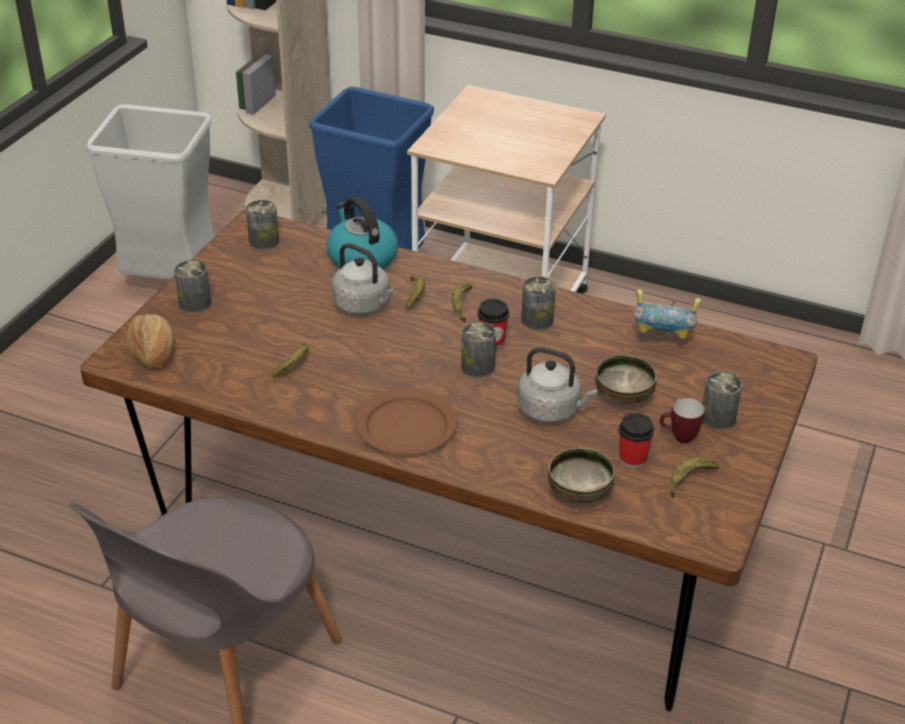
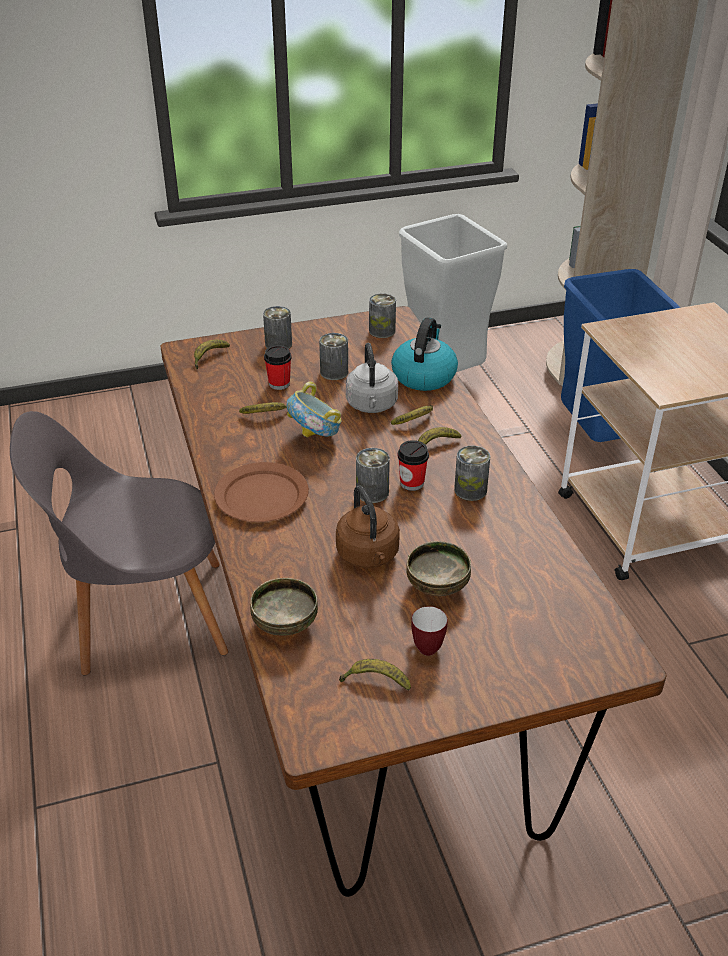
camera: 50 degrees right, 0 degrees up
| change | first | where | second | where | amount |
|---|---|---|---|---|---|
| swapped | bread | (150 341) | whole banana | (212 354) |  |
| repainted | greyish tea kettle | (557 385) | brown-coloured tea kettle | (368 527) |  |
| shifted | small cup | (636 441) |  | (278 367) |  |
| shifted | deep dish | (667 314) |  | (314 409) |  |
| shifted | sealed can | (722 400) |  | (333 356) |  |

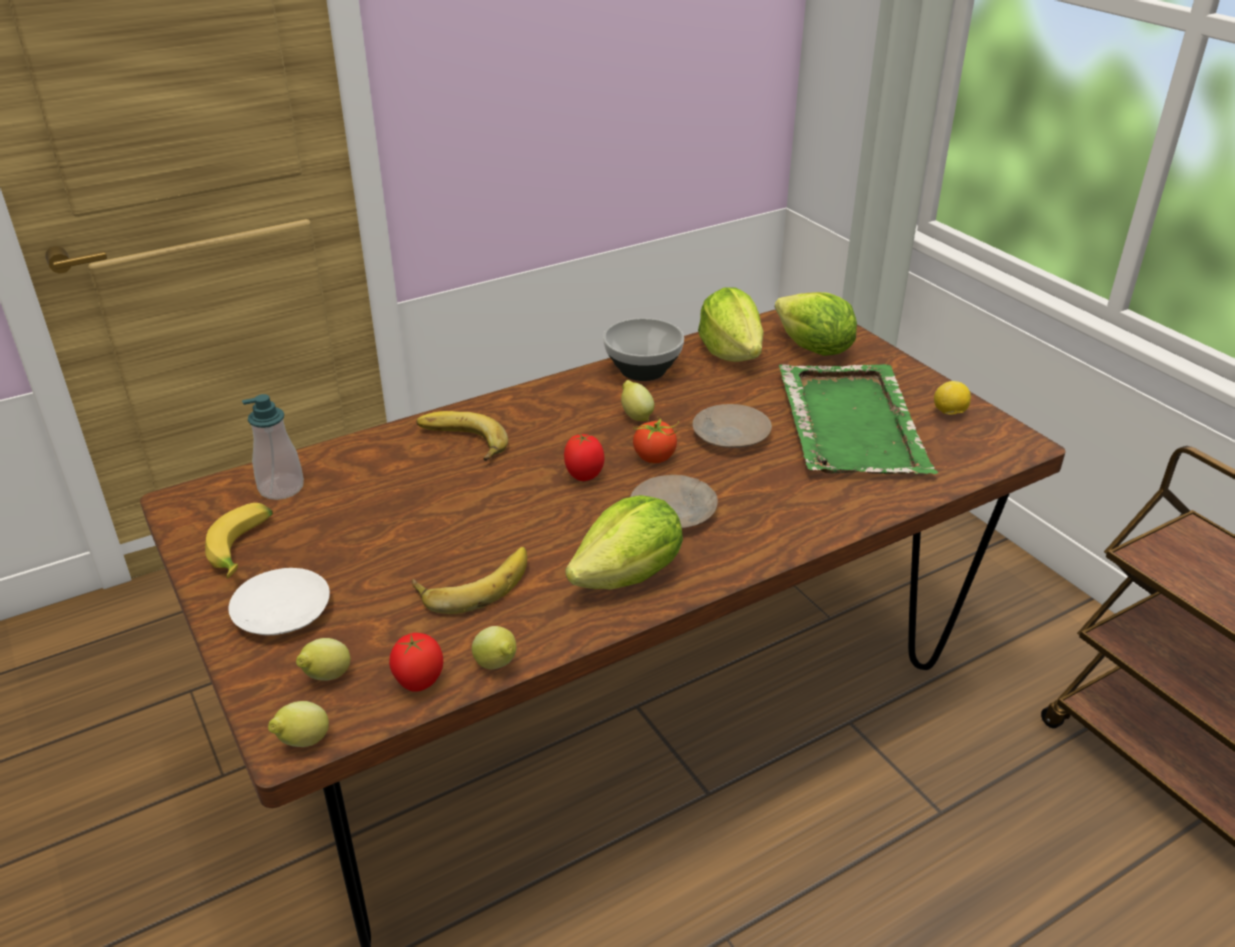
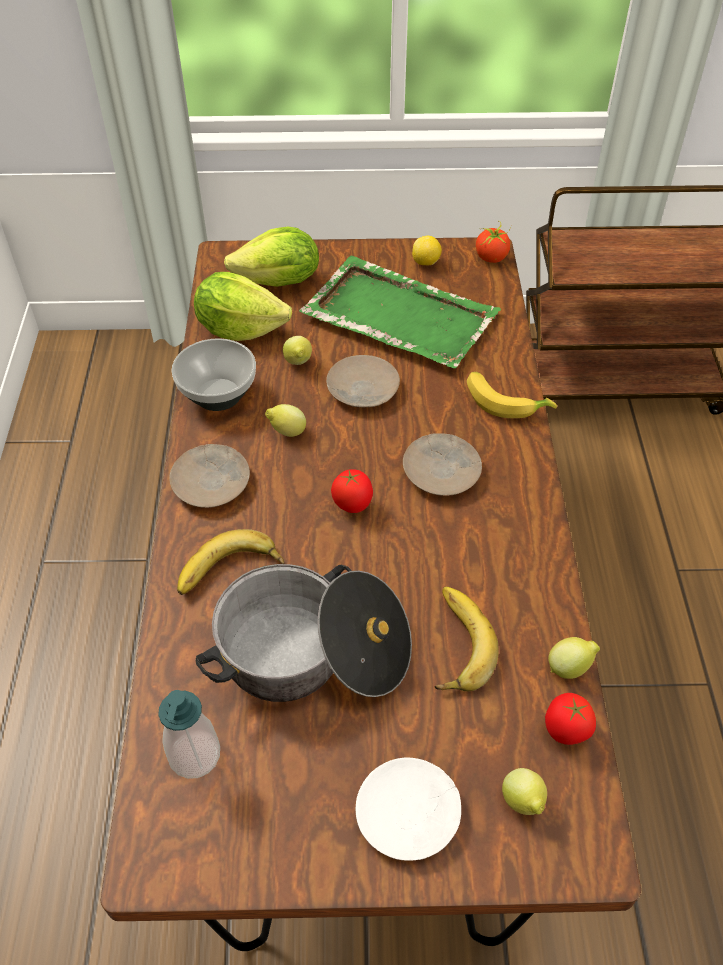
camera: 60 degrees left, 15 degrees up
| change | first | where | second | where | amount |
|---|---|---|---|---|---|
| shifted | whole banana | (239 541) |  | (512 395) |  |
| shifted | citrus fruit | (298 724) |  | (297 350) |  |
| gone | head of lettuce | (624 542) |  |  |  |
| shifted | tomato | (656 440) |  | (494 242) |  |
| new |  |  | beige-coloured flat dish | (209 476) |  |
| new |  |  | cooking pot | (304 633) |  |

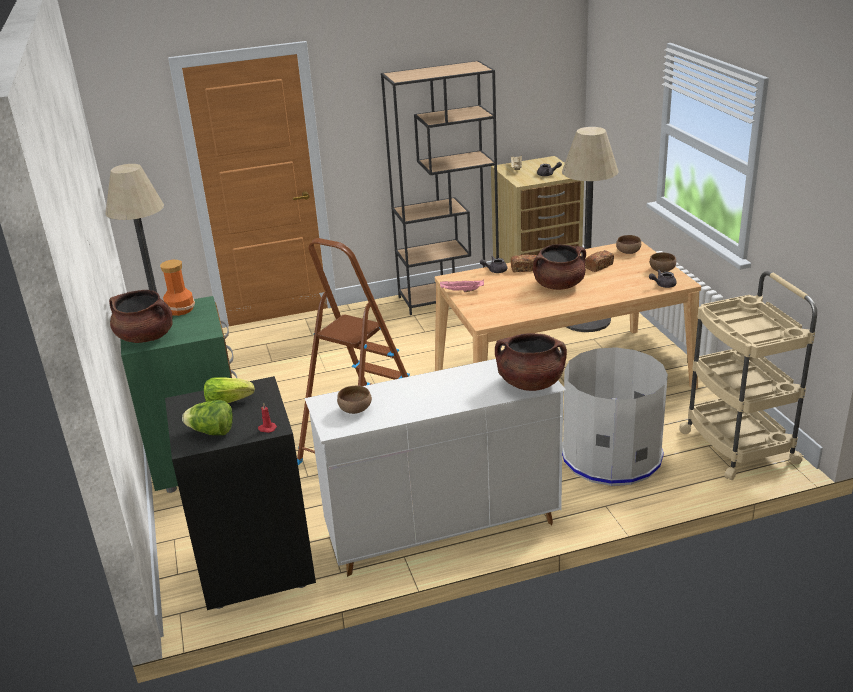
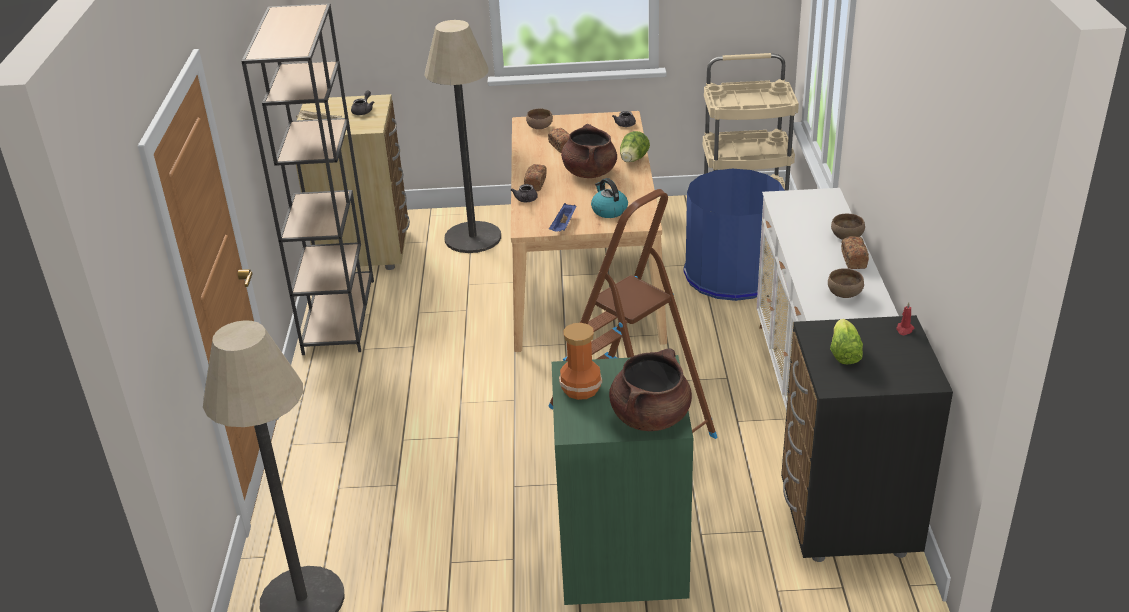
camera: 75 degrees left, 5 degrees up
| change | first | where | second | where | amount |
|---|---|---|---|---|---|
| shifted | head of lettuce | (207 417) |  | (635 146) |  |
| repainted | pink tray | (462 286) | blue tray | (562 217) |  |
| gone | brown-coloured cooking pot | (531 362) |  |  |  |
| repainted | greyish waste bin | (615 416) | blue waste bin | (734 235) |  |
| shifted | brown-coloured deep dish | (663 262) |  | (848 227) |  |
| new |  |  | tea kettle | (609 198) |  |
| new |  |  | bread | (855 252) |  |

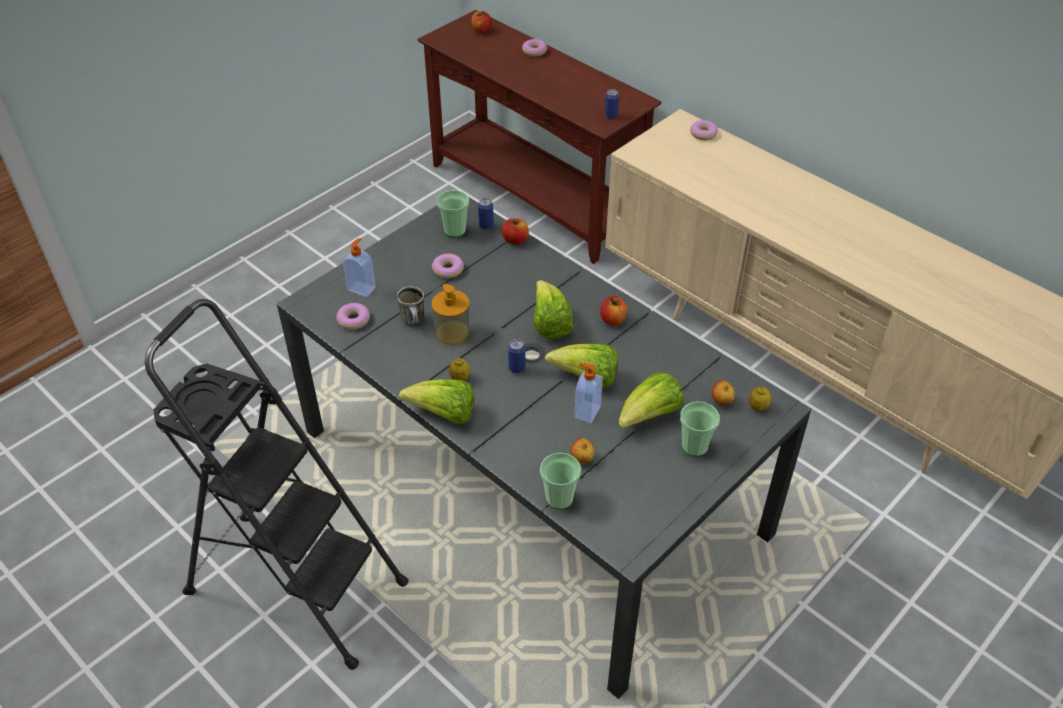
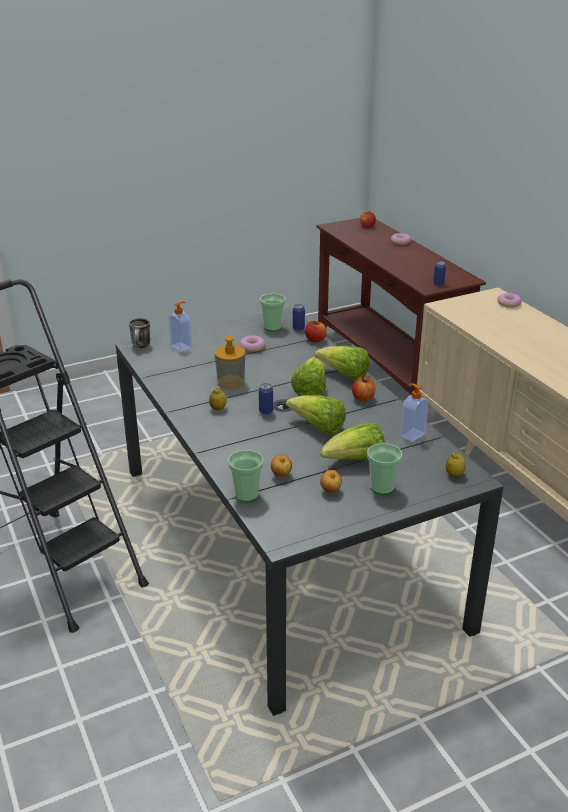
camera: 20 degrees right, 15 degrees down
| change | first | where | second | where | amount |
|---|---|---|---|---|---|
| gone | donut | (353 316) |  |  |  |
| shifted | coffee mug | (410 305) |  | (139 333) |  |
| shifted | head of lettuce | (436 401) |  | (342 363) |  |
| shifted | soap bottle | (588 393) |  | (414 412) |  |
| shifted | apple fruit | (723 393) |  | (331 481) |  |

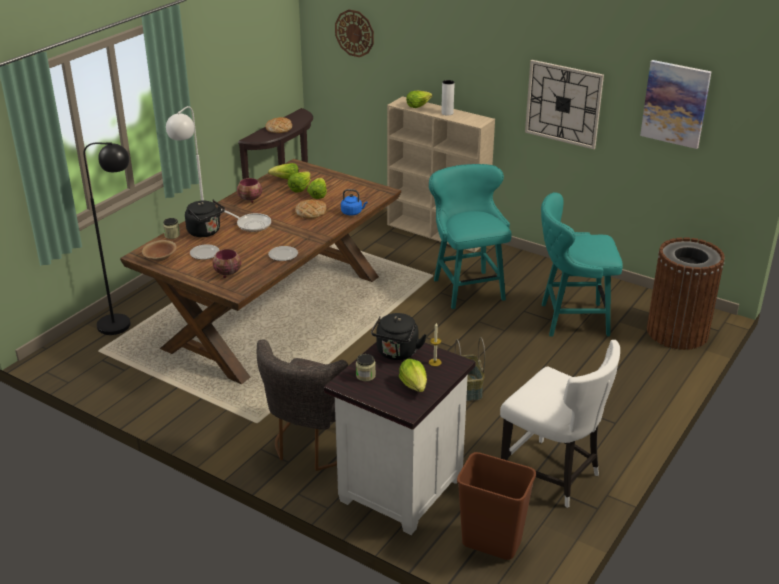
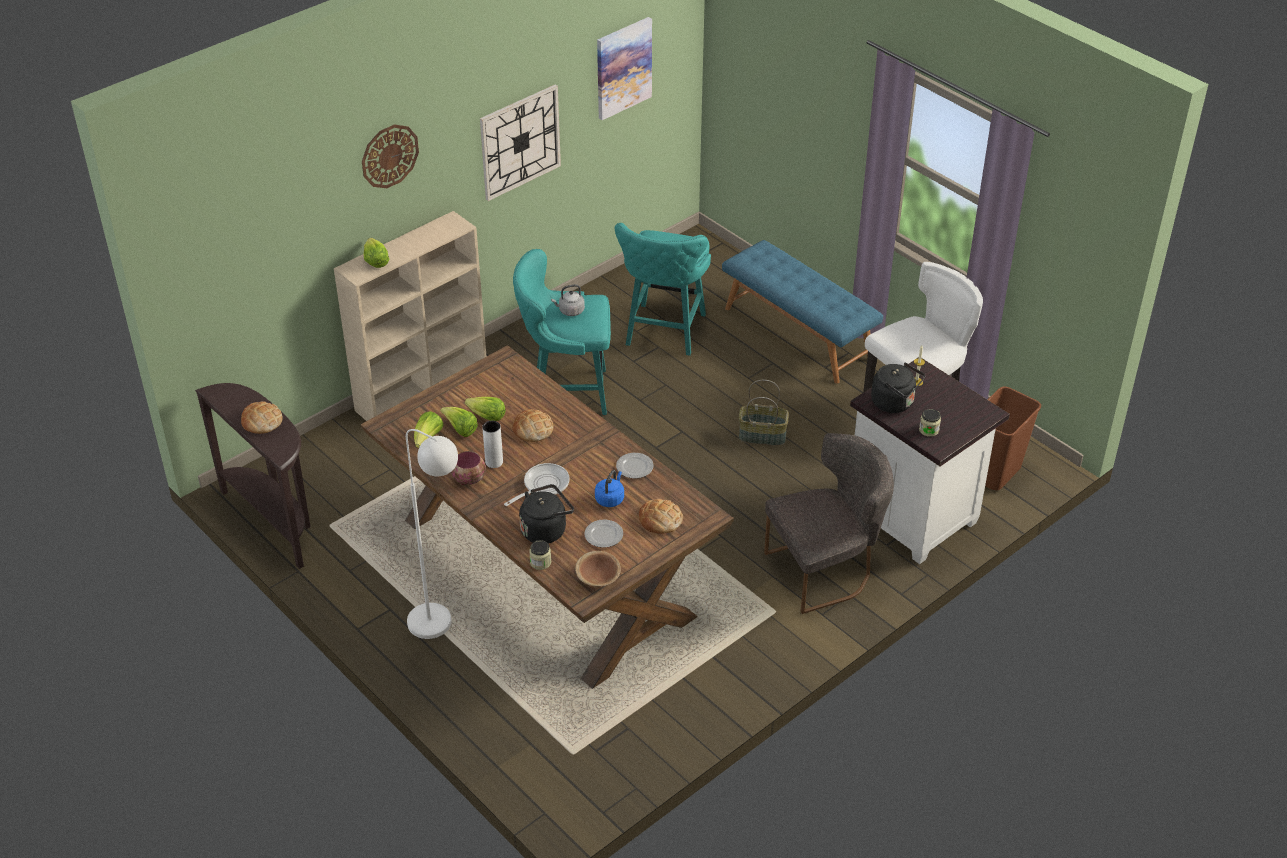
camera: 75 degrees left, 10 degrees up
| change | first | where | second | where | amount |
|---|---|---|---|---|---|
| gone | black floor lamp | (107 238) |  |  |  |
| swapped | deep dish | (226 263) | bread | (661 516) |  |
| rotated | greyish plain chair | (302 405) |  | (829 523) | 60 degrees counterclockwise |
| shifted | clock on the wall | (354 33) |  | (390 156) |  |
| shifted | blue tea kettle | (354 202) |  | (609 488) |  |
| gone | head of lettuce | (413 375) |  |  |  |
| shifted | whitish flower vase | (448 98) |  | (492 444) |  |
| gone | brown-coloured waste bin | (686 293) |  |  |  |
| new |  |  | greyish tea kettle | (568 300) |  |
| new |  |  | blue bench | (802 311) |  |

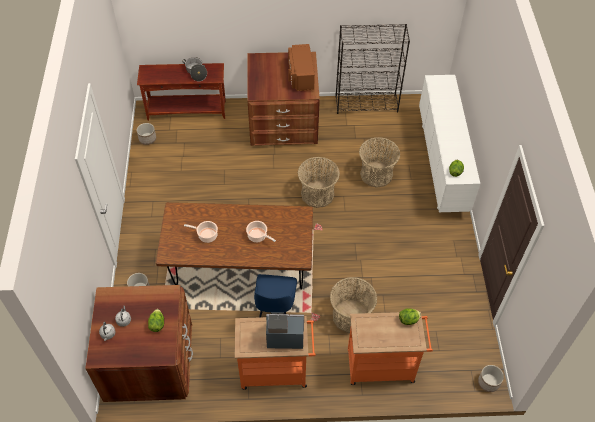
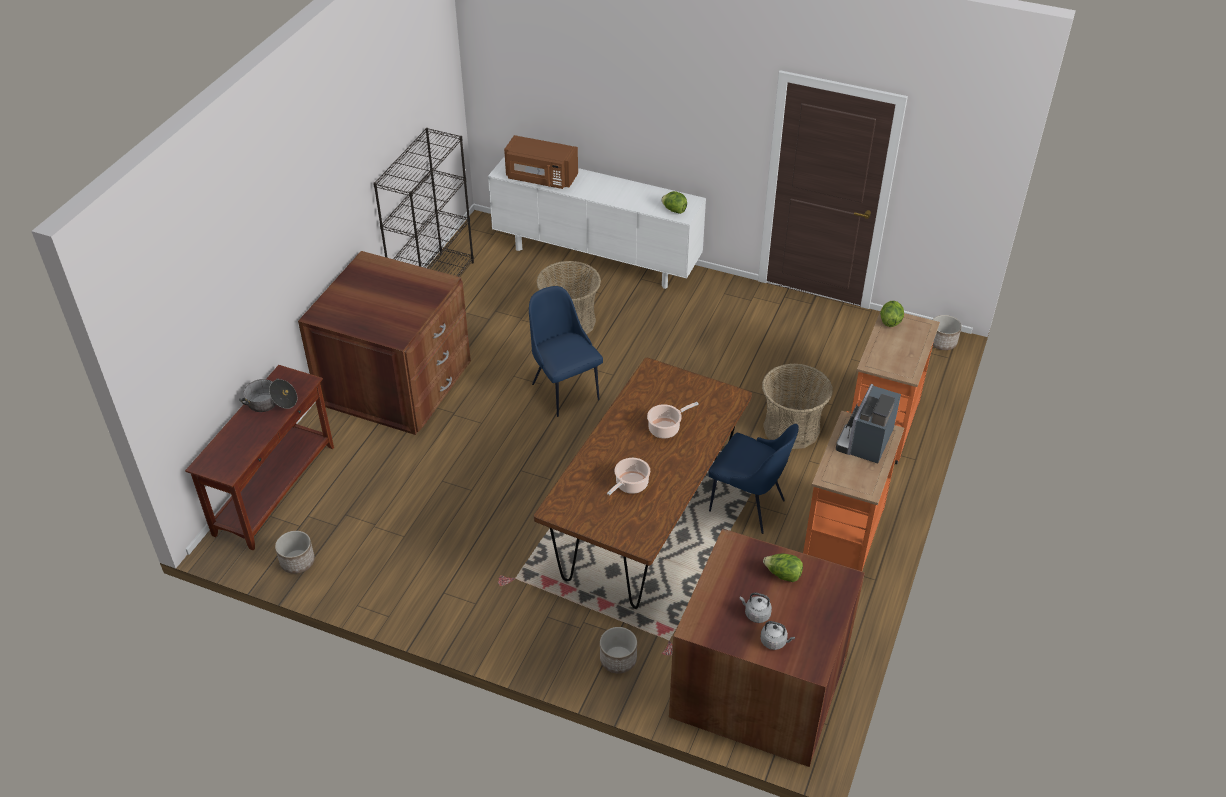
camera: 65 degrees left, 10 degrees down
| change | first | where | second | where | amount |
|---|---|---|---|---|---|
| shifted | brown-coloured microwave | (301 67) |  | (541 162) |  |
| swapped | basket | (319 182) | blue plain chair | (566 351) |  |

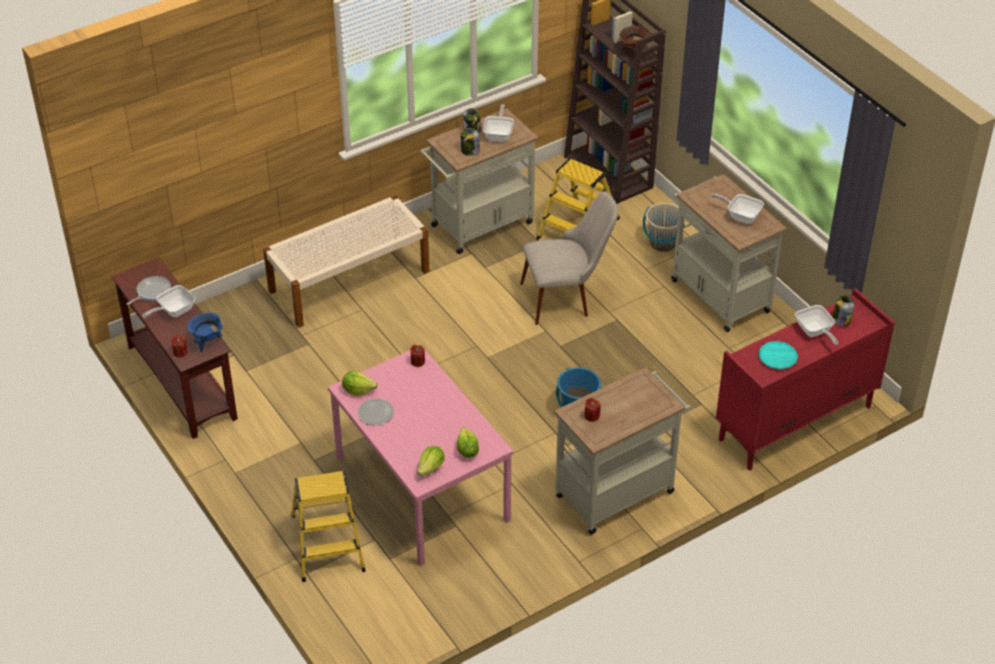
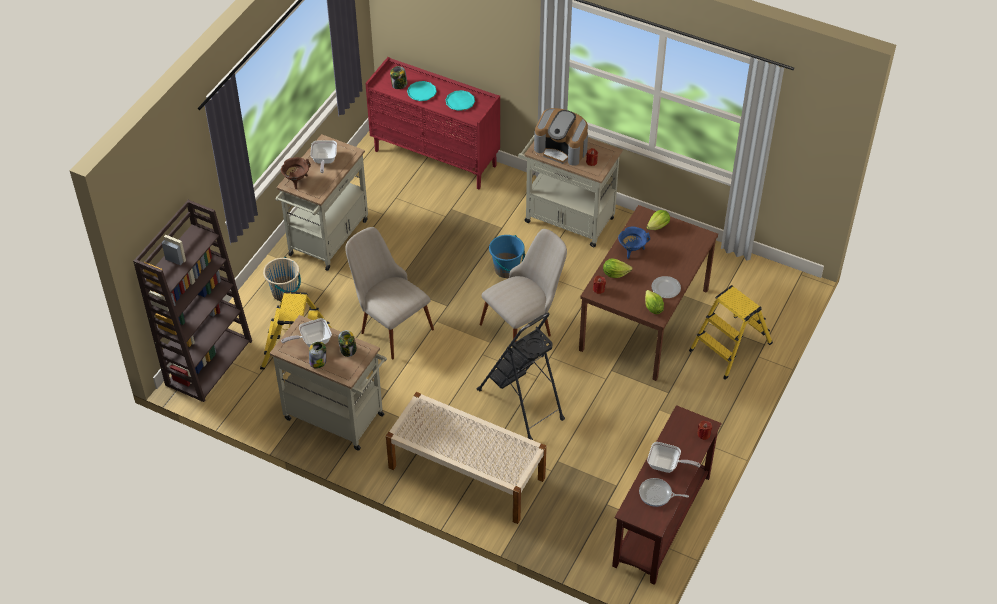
camera: 120 degrees left, 5 degrees up
| change | first | where | second | where | amount |
|---|---|---|---|---|---|
| shifted | blue cooking pot | (205 332) |  | (634 242) |  |
| repainted | pink dinner table | (421 455) | brown-coloured dinner table | (648 293) |  |
| shifted | head of lettuce | (431 461) |  | (618 268) |  |
| shifted | brown-coloured cooking pot | (635 41) |  | (296 173) |  |
| swapped | skillet | (816 325) | turquoise flat dish | (422 91) |  |
| new |  |  | step stool | (521 376) |  |
| new |  |  | beige-coloured plain chair | (523 286) |  |
| new |  |  | coffee maker | (561 137) |  |

